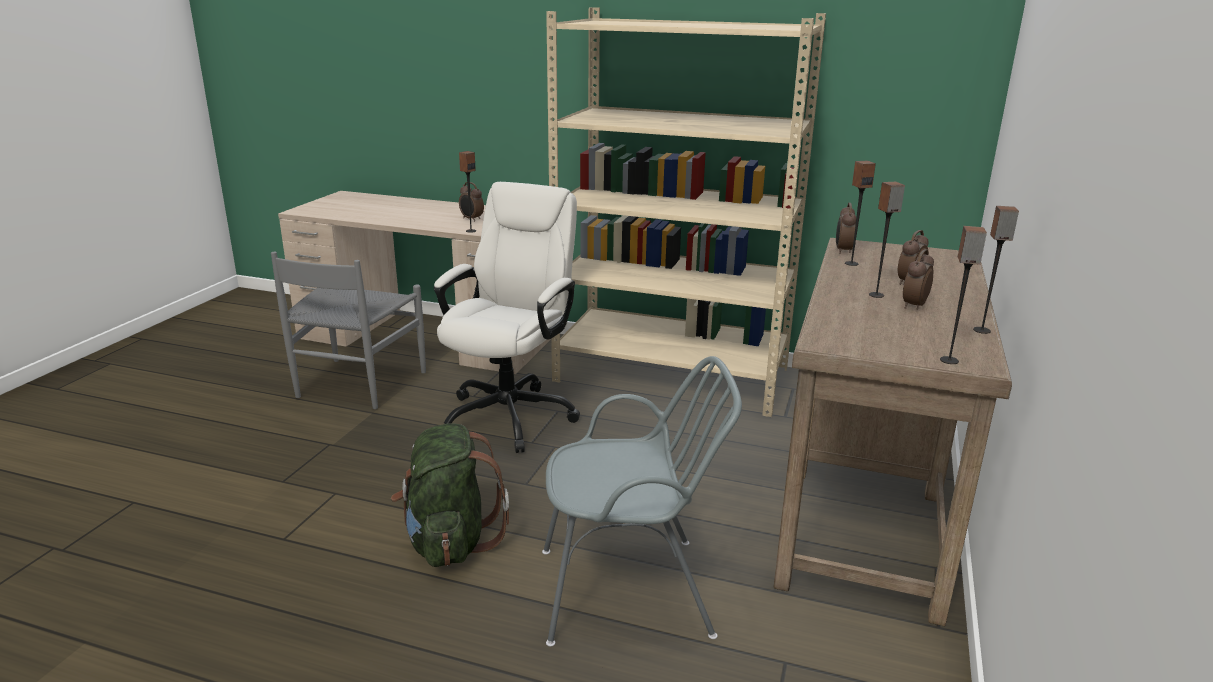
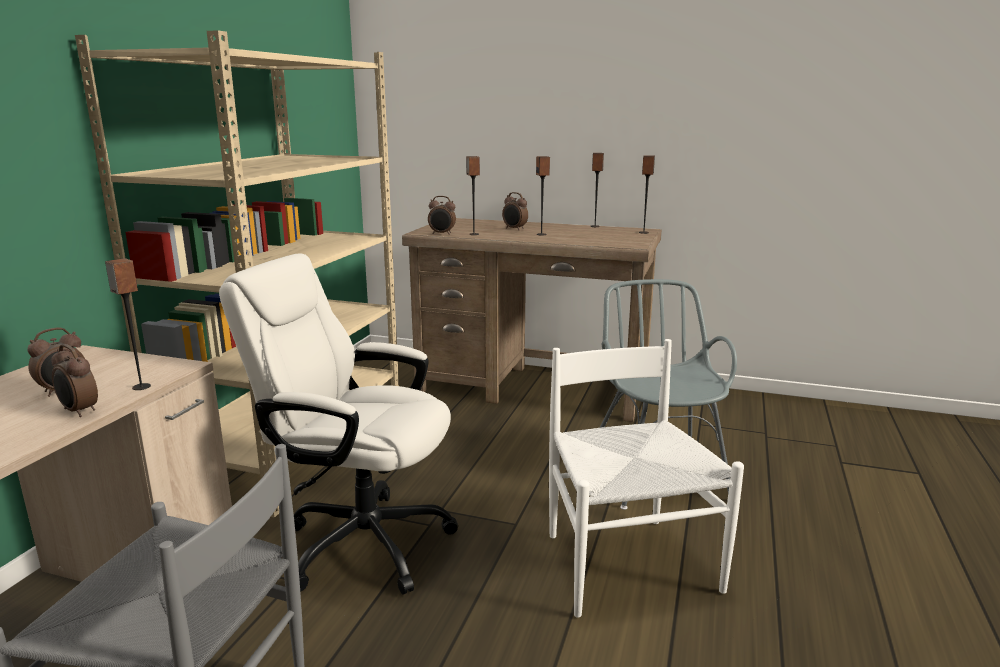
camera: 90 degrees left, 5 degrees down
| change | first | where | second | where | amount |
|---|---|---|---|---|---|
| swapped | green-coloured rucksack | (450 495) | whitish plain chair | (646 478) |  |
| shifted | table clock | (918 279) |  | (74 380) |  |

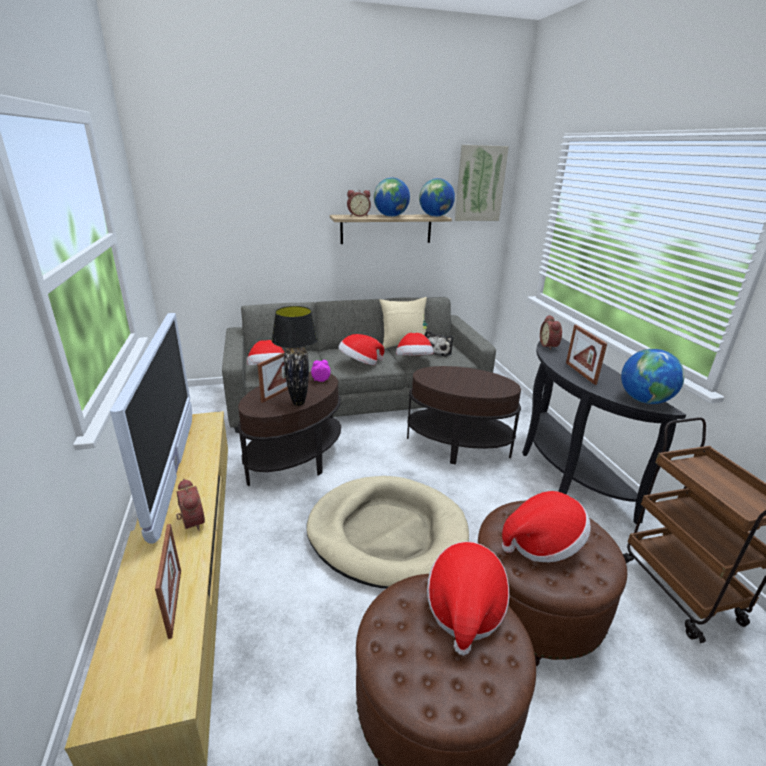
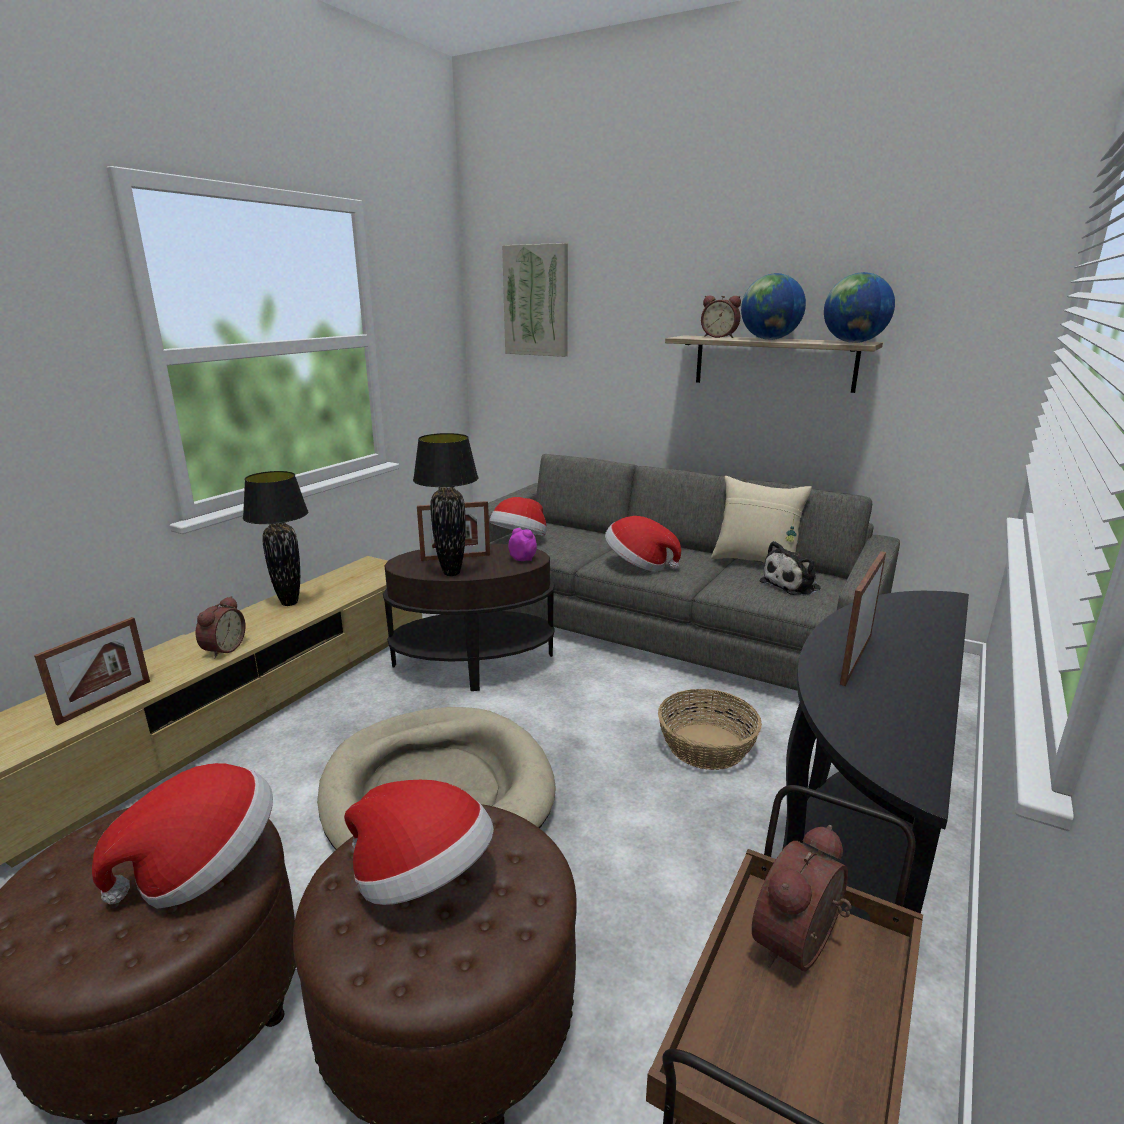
camera: 45 degrees right, 5 degrees down
| change | first | where | second | where | amount |
|---|---|---|---|---|---|
| swapped | TV | (151 428) | black tabletop lamp | (275 538) |  |
| gone | clothing hat | (415 344) |  |  |  |
| swapped | brown-coloured end table | (464 415) | basket | (710 729) |  |
| shifted | wall picture | (482 183) |  | (535 300) |  |
| shifted | table clock | (551 332) |  | (802 898) |  |
| gone | world globe | (653 376) |  |  |  |

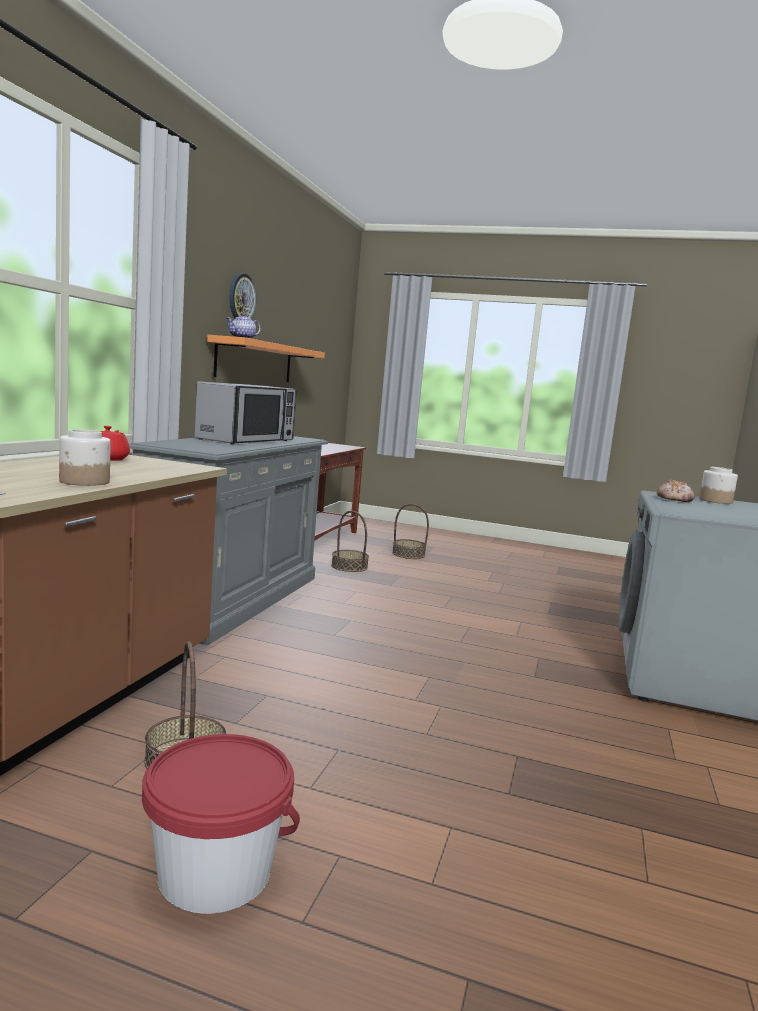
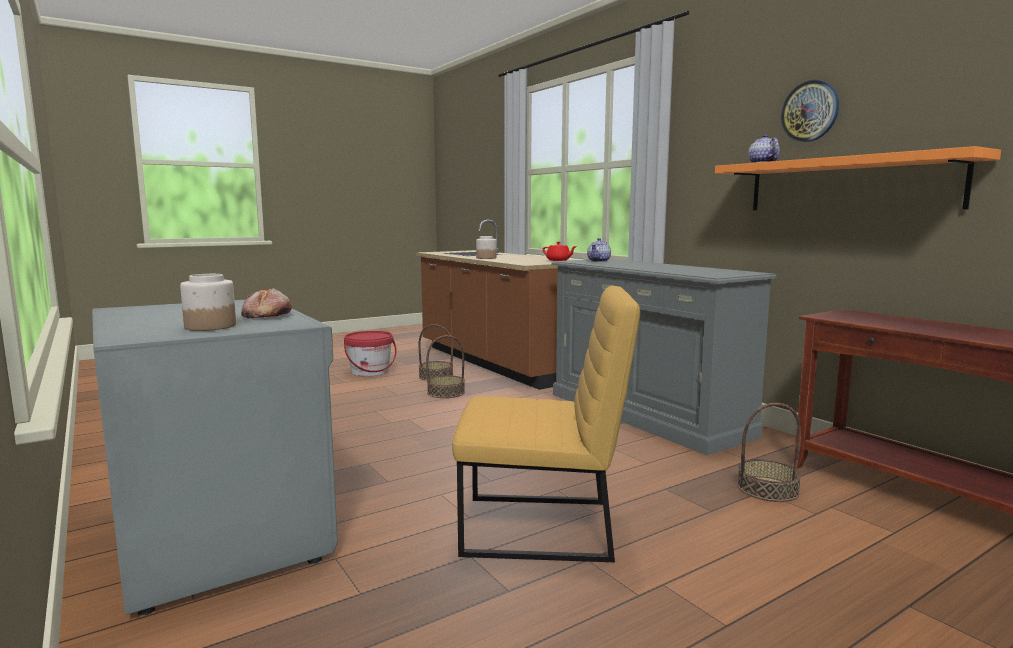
camera: 130 degrees right, 0 degrees up
| change | first | where | second | where | amount |
|---|---|---|---|---|---|
| gone | microwave | (246 412) |  |  |  |
| shifted | basket | (410 531) |  | (445 366) |  |
| new |  |  | yellow plain chair | (546 423) |  |
| new |  |  | pot for tea | (599 250) |  |

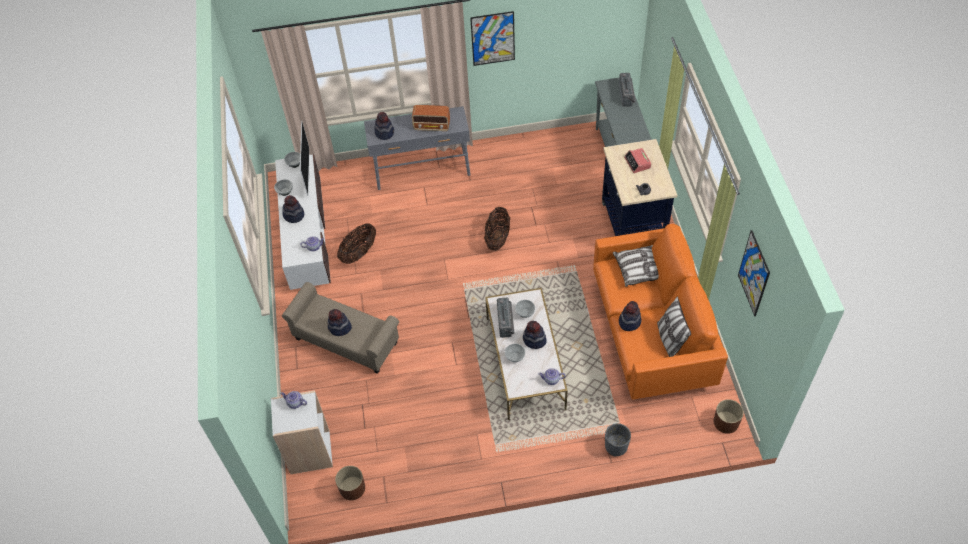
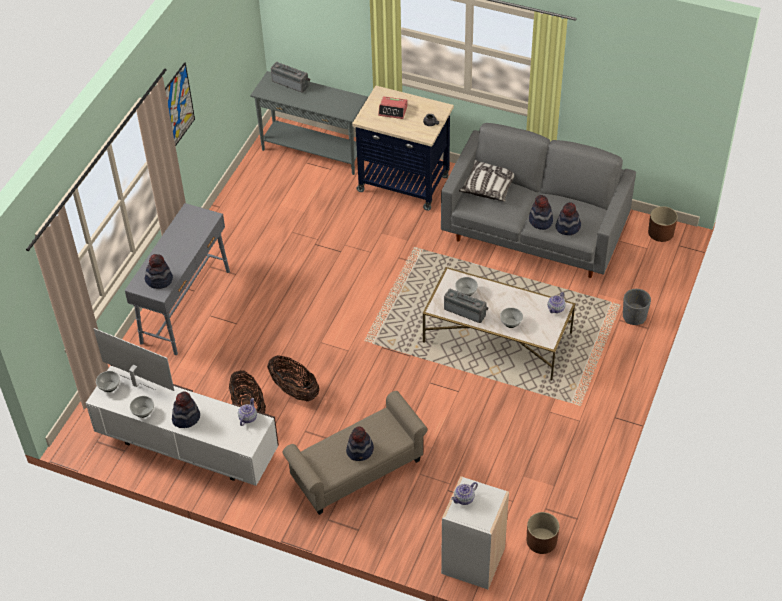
camera: 60 degrees left, 5 degrees down
| change | first | where | second | where | amount |
|---|---|---|---|---|---|
| gone | radio receiver | (431 118) |  |  |  |
| shifted | basket | (497 229) |  | (293 378) |  |
| shifted | clothing hat | (534 335) |  | (568 218) |  |
| repainted | orange-coloured sofa | (660 312) | greyish sofa | (538 200) |  |
| gone | pillow | (674 326) |  |  |  |
| gone | wall picture | (754 273) |  |  |  |

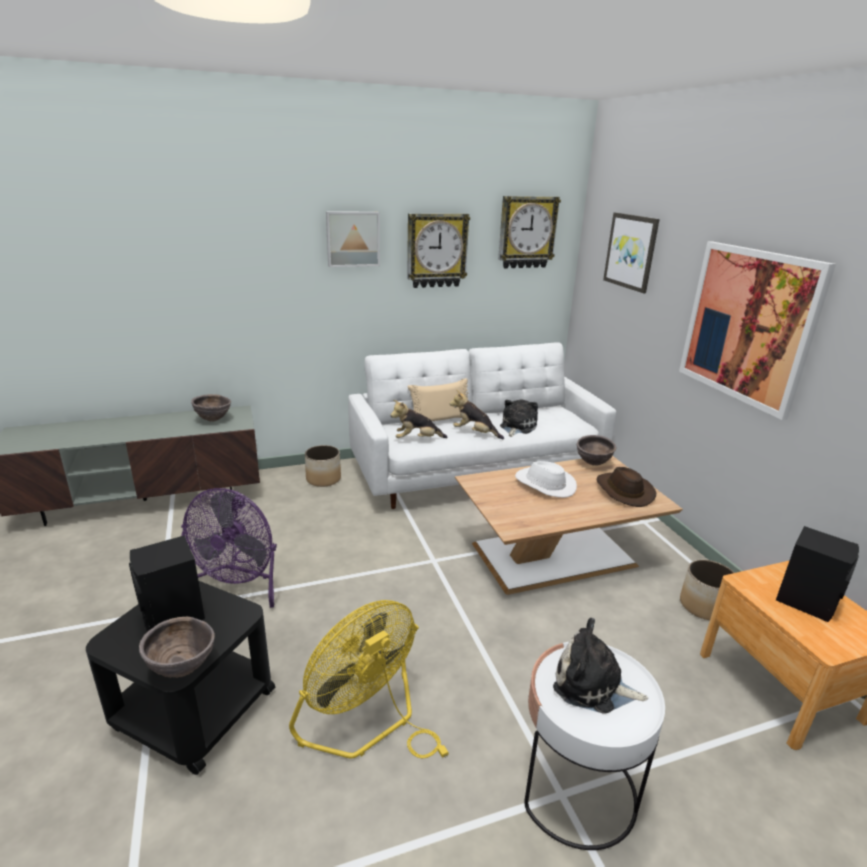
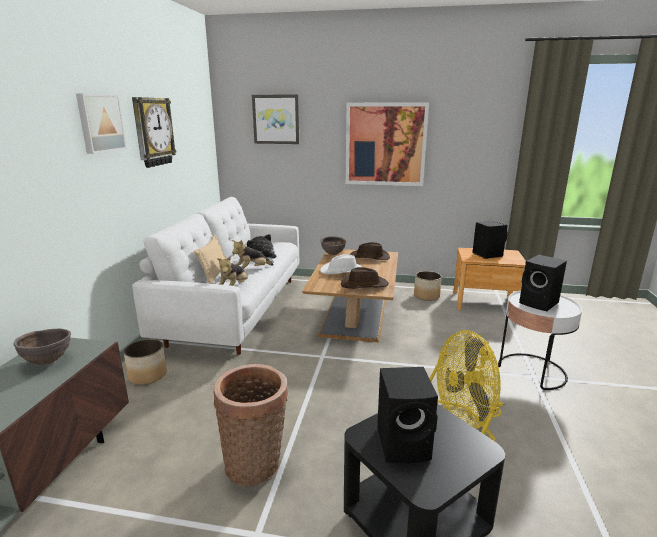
camera: 60 degrees left, 5 degrees down
| change | first | where | second | where | amount |
|---|---|---|---|---|---|
| gone | brown-coloured deep dish | (177 647) |  |  |  |
| swapped | purple electric fan | (229 548) | basket | (251 425) |  |
| gone | clock on the wall | (529 232) |  |  |  |
| swapped | plush toy | (600 666) | black audio speaker | (543 283) |  |
| new |  |  | brown-coloured clothing hat | (365 278) |  |

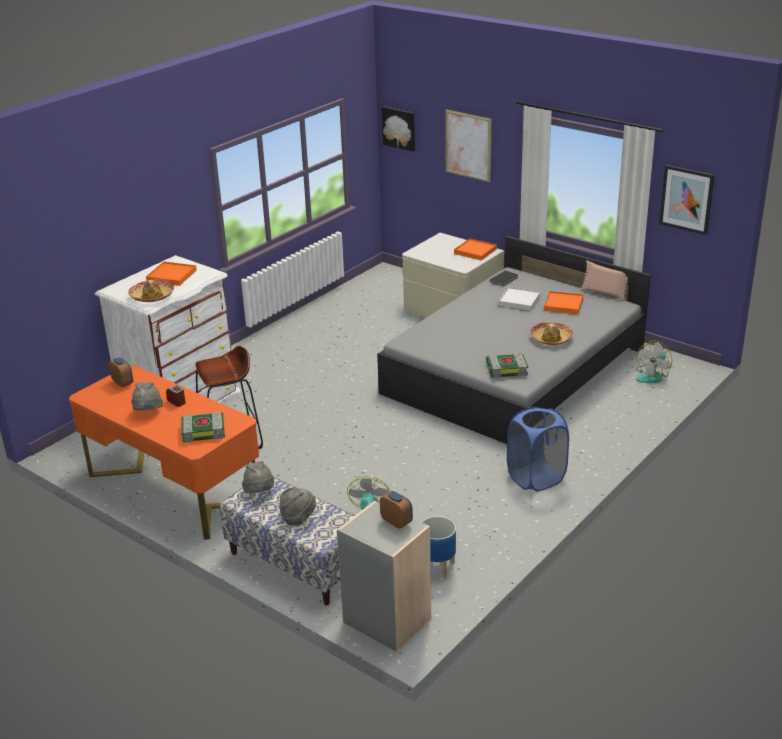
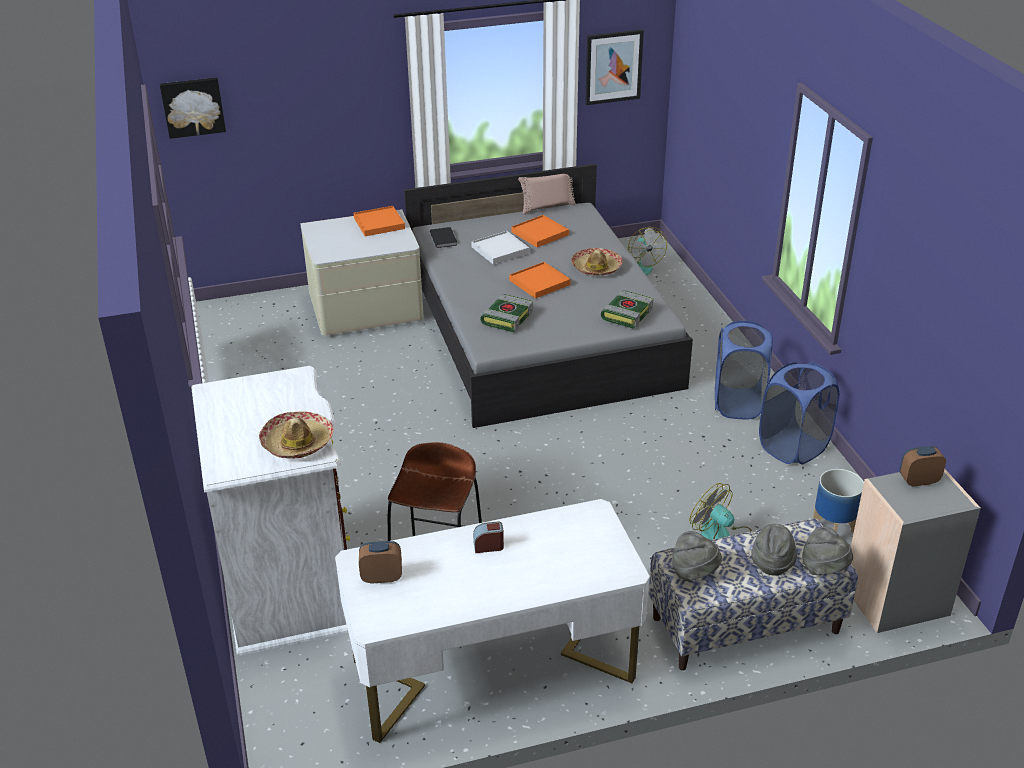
camera: 55 degrees left, 5 degrees up
| change | first | where | second | where | amount |
|---|---|---|---|---|---|
| repainted | orange-coloured desk unit | (164 452) | whitish desk unit | (492 621) |  |
| shifted | greyish clothing hat | (147 396) |  | (827 550) |  |
| shifted | orange-coloured tray | (171 274) |  | (540 280) |  |
| shifted | book | (203 427) |  | (506 313) |  |
| gone | wall picture | (468 146) |  |  |  |
| new |  |  | blue washing basket | (799 413) |  |

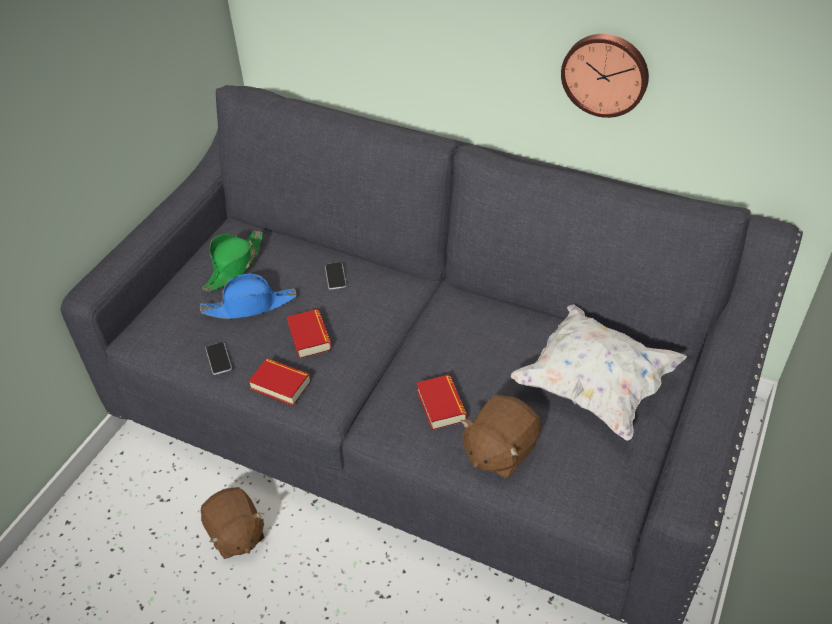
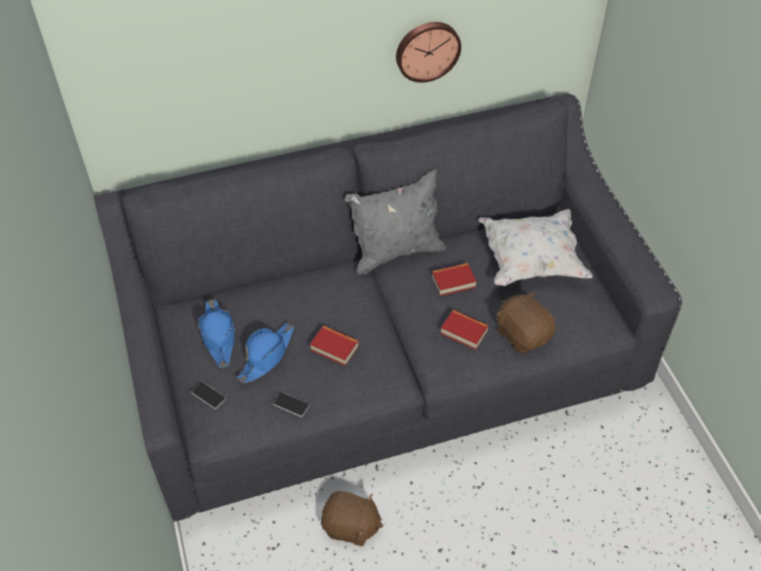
camera: 45 degrees left, 5 degrees up
| change | first | where | second | where | amount |
|---|---|---|---|---|---|
| repainted | green-coloured clothing hat | (232 261) | blue clothing hat | (216 333) |  |
| shifted | book | (279 382) |  | (454 279) |  |
| shifted | handset | (336 276) |  | (208 395) |  |
| rotated | brown-coloured plush toy | (501 436) |  | (526 322) | 150 degrees clockwise |
| new |  |  | greyish pillow | (395 222) |  |

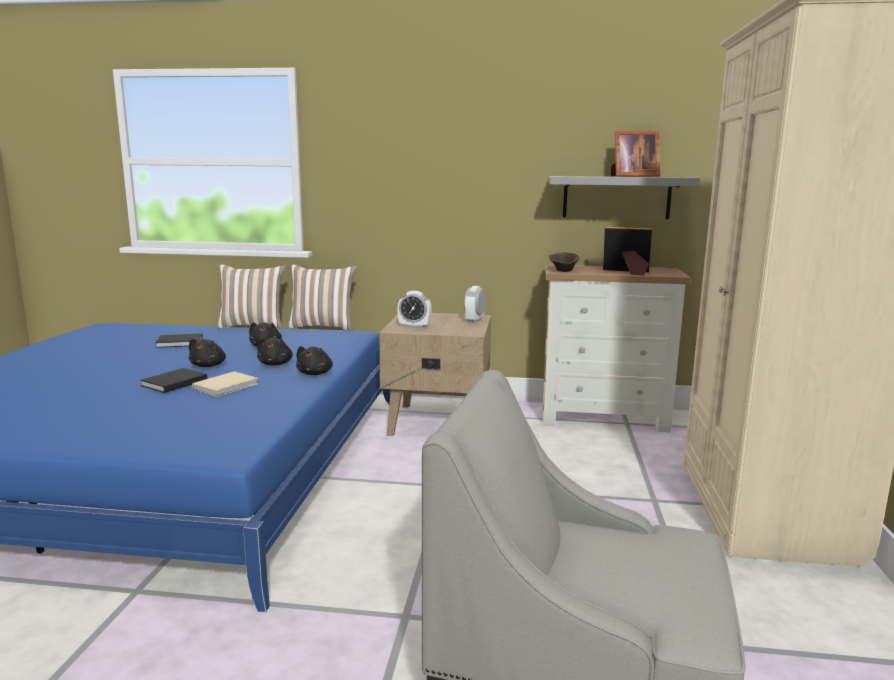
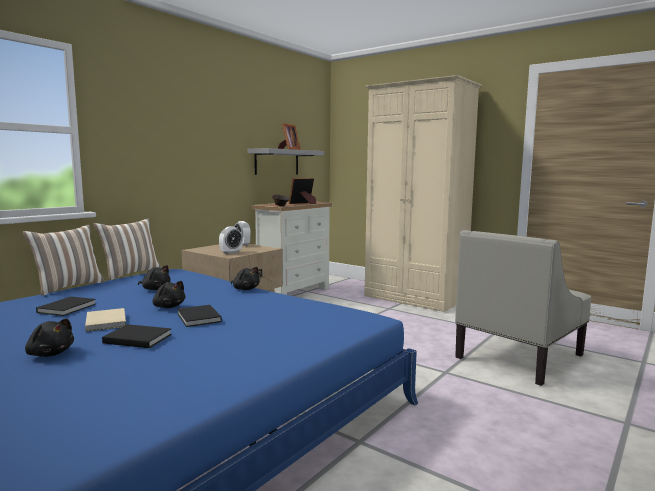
camera: 60 degrees left, 5 degrees down
| change | first | where | second | where | amount |
|---|---|---|---|---|---|
| shifted | beige-coloured book | (225 384) |  | (105 320) |  |
| shifted | black plush toy | (275 352) |  | (49 337) |  |
| new |  |  | black book | (137 336) |  |

